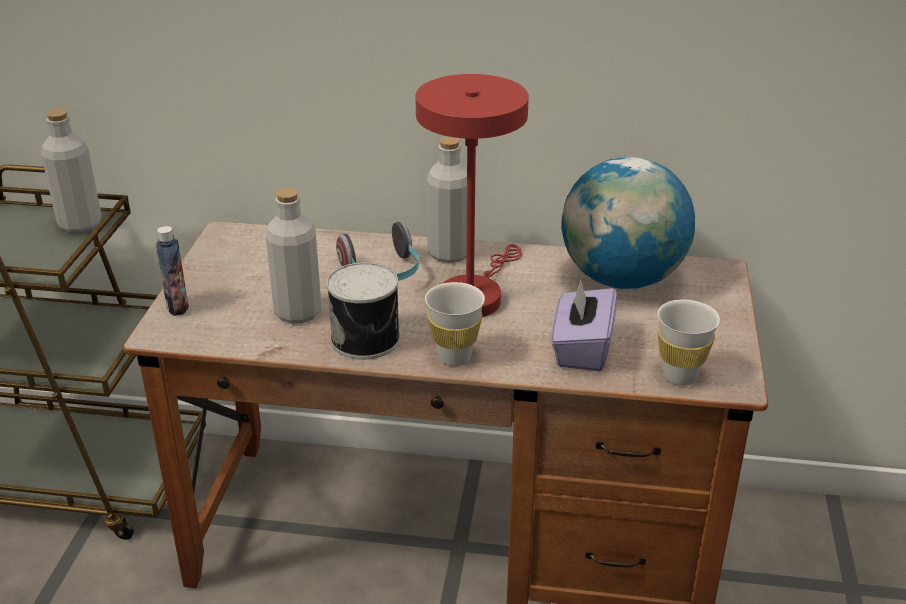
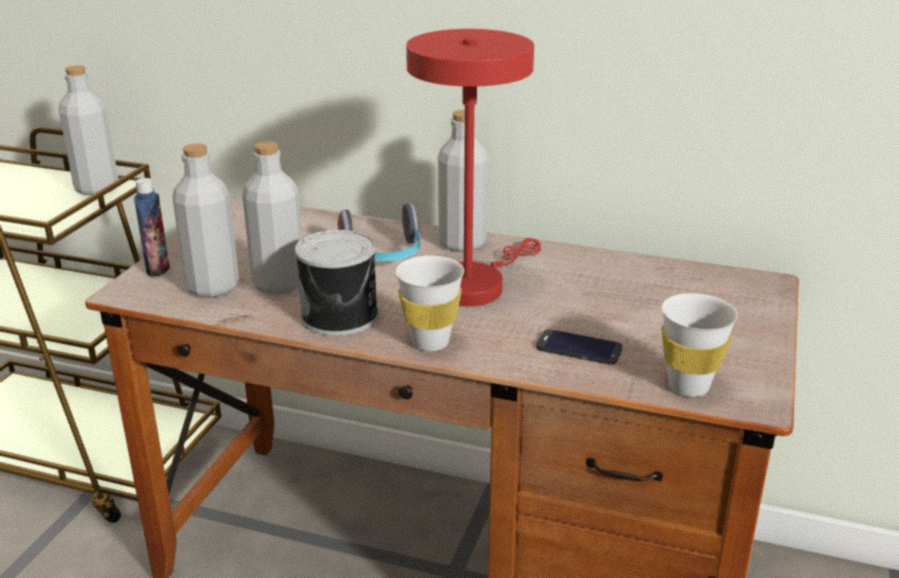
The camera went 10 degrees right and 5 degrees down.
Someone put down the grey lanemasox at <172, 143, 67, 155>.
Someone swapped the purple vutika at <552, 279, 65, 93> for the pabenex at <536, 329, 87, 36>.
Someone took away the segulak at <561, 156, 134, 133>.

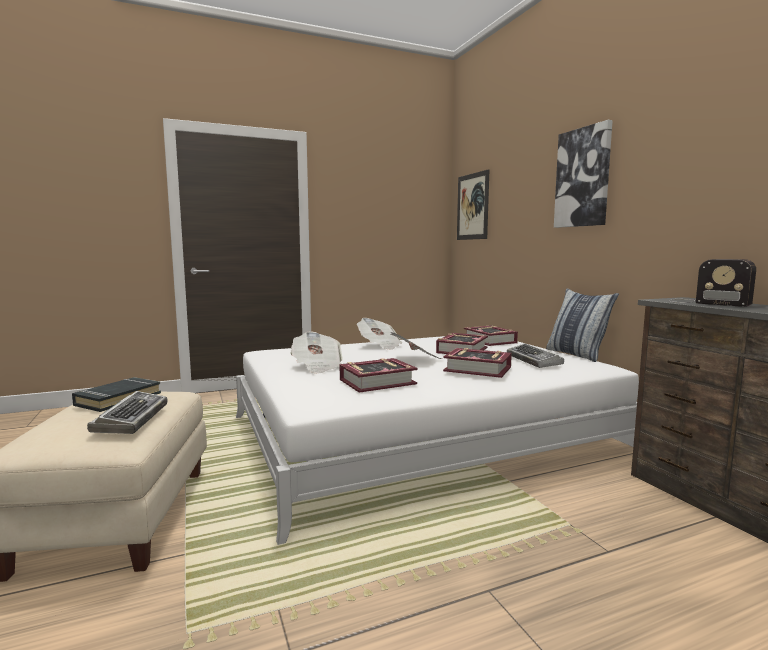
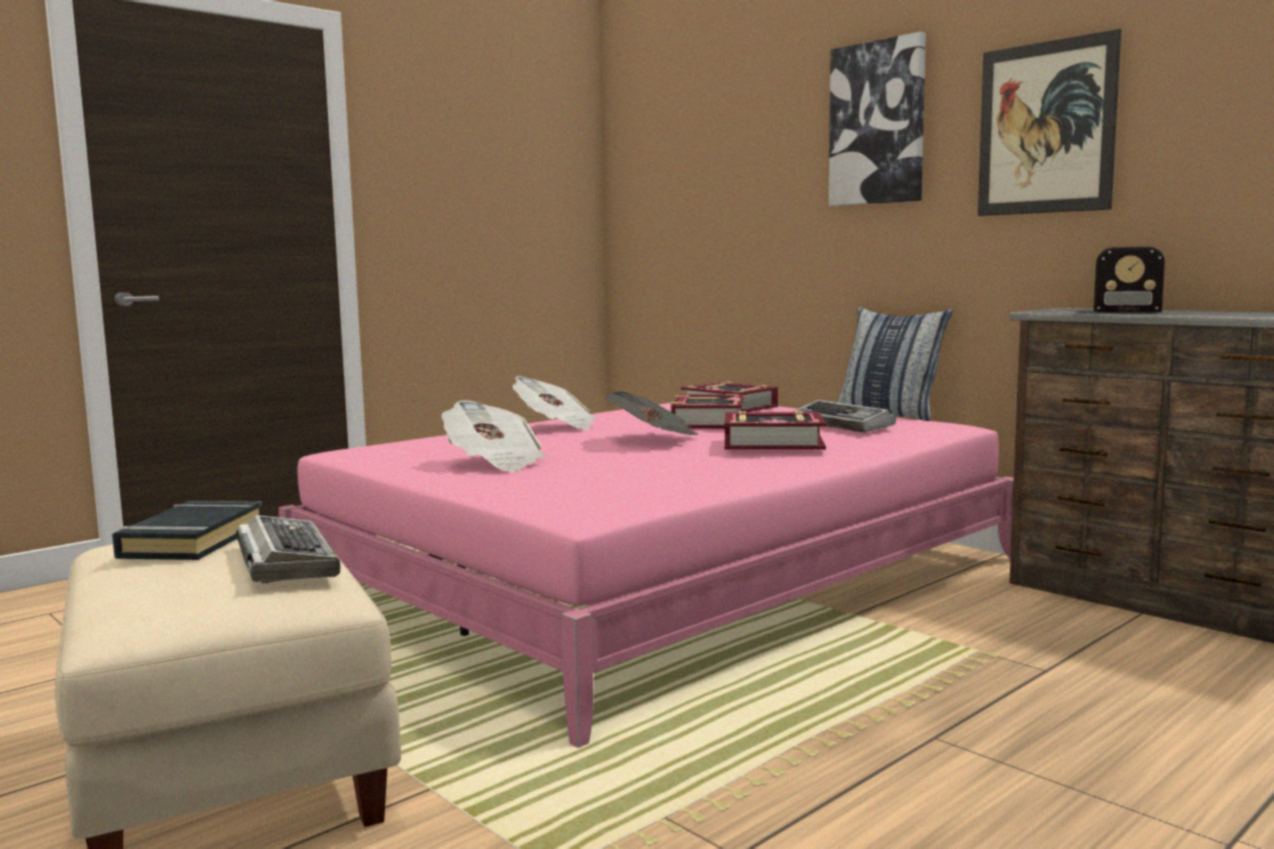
The camera went 20 degrees left and 0 degrees up.
Someone repainted the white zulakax at <236, 336, 403, 209>, which became the pink zulakax at <279, 403, 735, 345>.
Someone carried the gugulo from <457, 169, 33, 71> to <978, 29, 143, 187>.
Someone took away the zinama at <340, 358, 77, 35>.

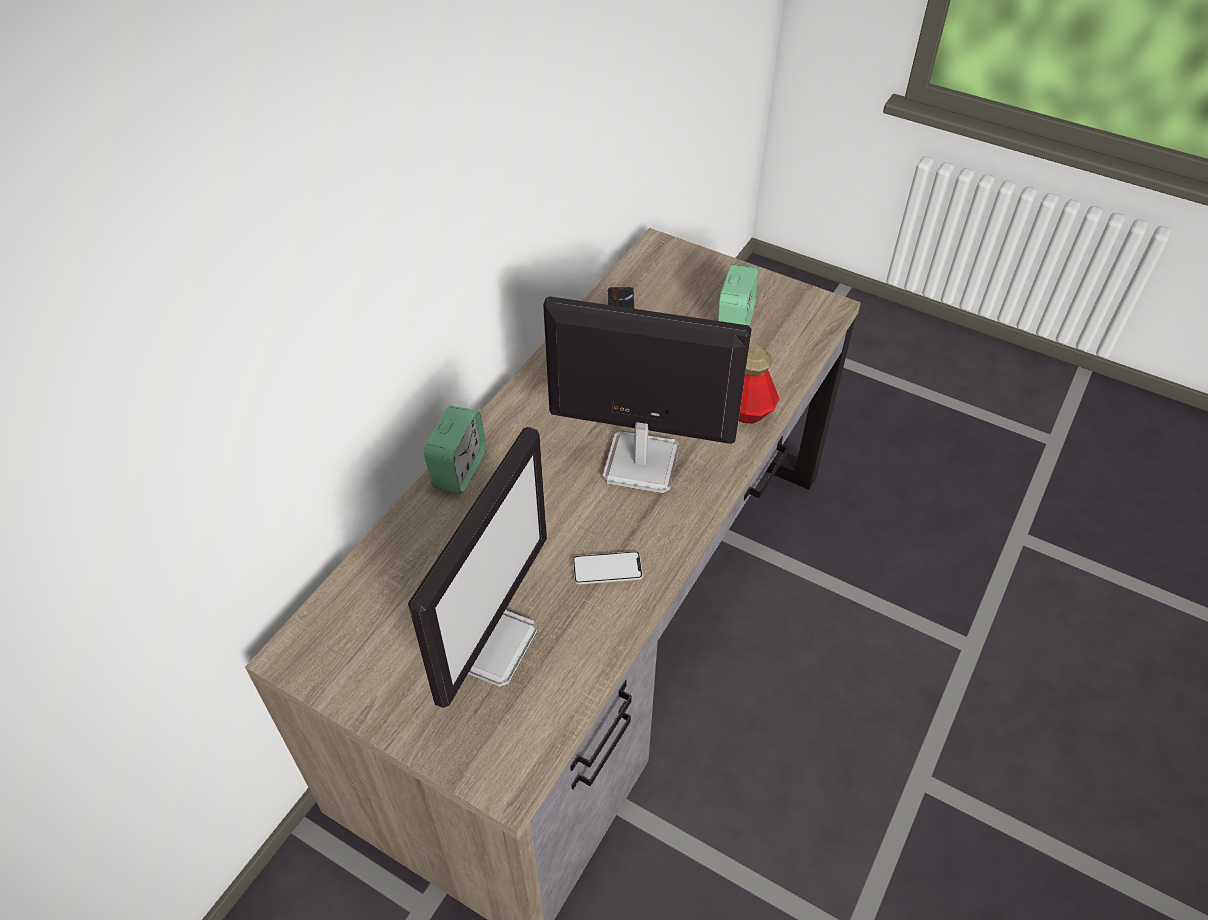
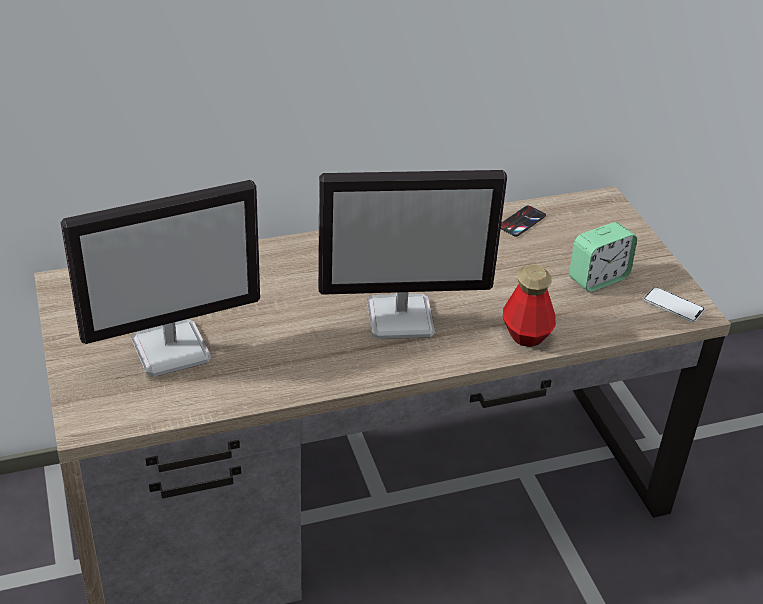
The camera went 40 degrees right and 10 degrees down.
Someone rotated the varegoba at <543, 296, 209, 197> by 120 degrees clockwise.
Someone carried the pabenex from <572, 551, 71, 33> to <643, 287, 62, 35>.
Someone took away the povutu at <424, 406, 62, 87>.

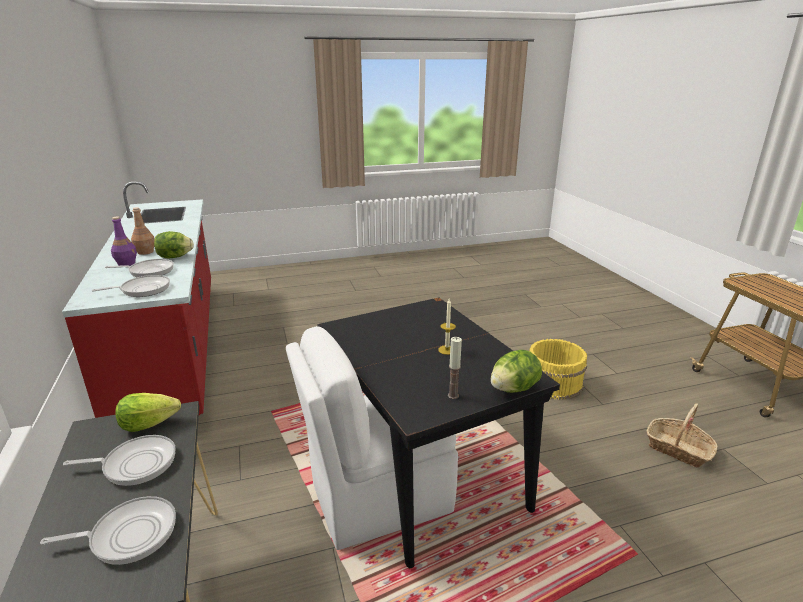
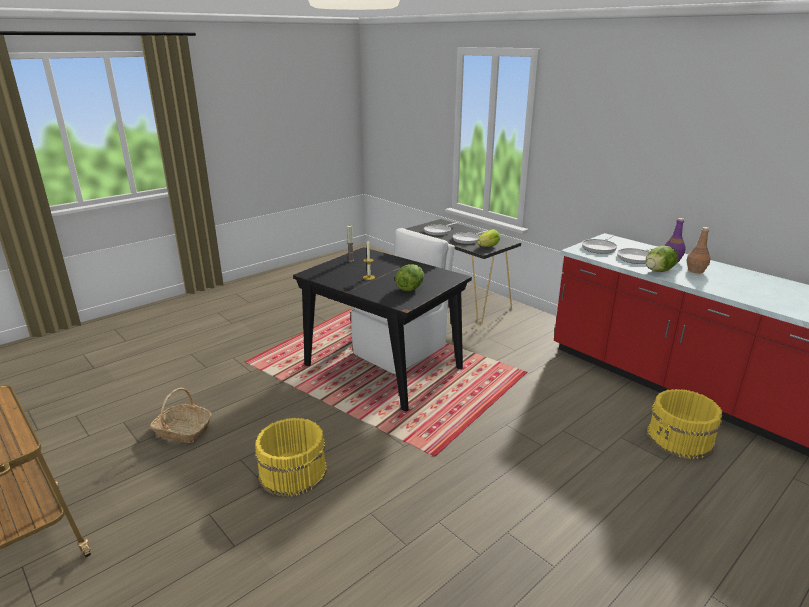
The camera went 155 degrees right and 0 degrees up.
Someone carried the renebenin from <491, 350, 51, 43> to <395, 264, 29, 27>.
Someone put down the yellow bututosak at <647, 389, 75, 70>.

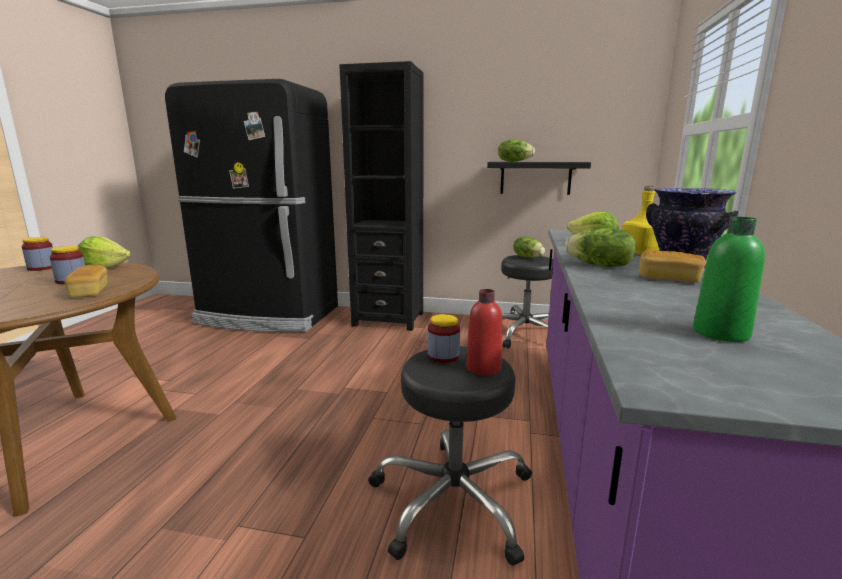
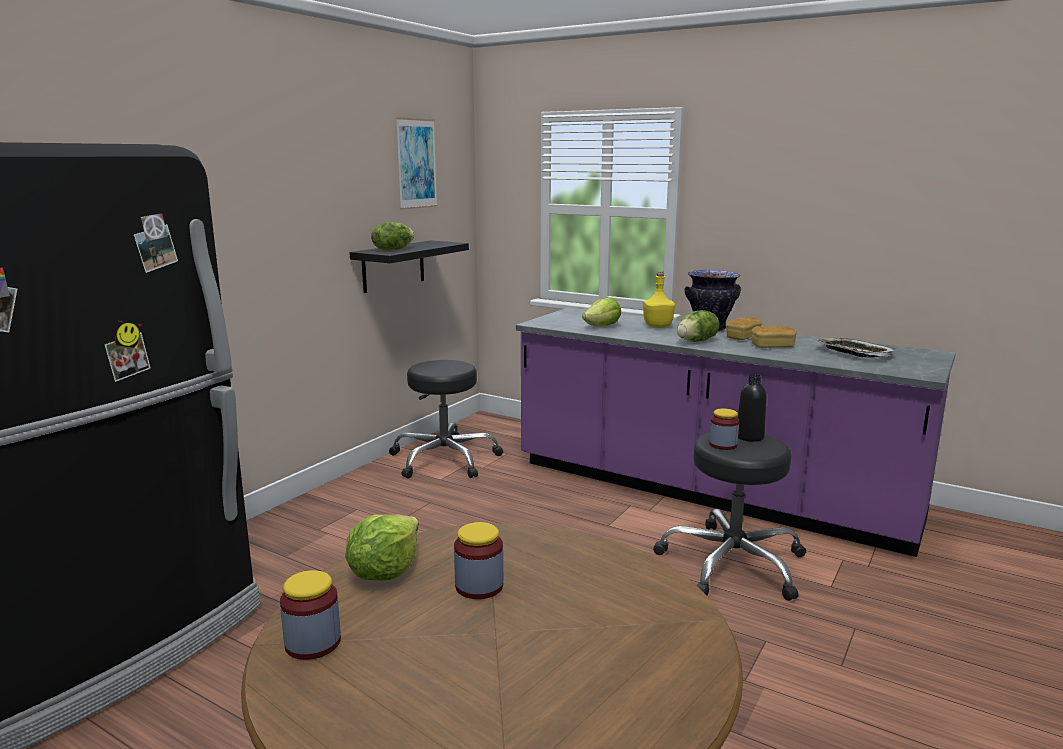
The camera went 70 degrees left and 0 degrees up.
Someone put up the gugulo at <396, 117, 42, 93>.
Someone repainted the red lanemasox at <466, 289, 36, 86>, which became the black lanemasox at <738, 374, 29, 68>.
Someone carried the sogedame from <64, 265, 44, 32> to <751, 326, 45, 22>.
Someone swapped the green lanemasox at <693, 217, 72, 125> for the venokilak at <816, 338, 81, 20>.
Someone took away the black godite at <339, 61, 85, 270>.
Someone took away the renebenin at <513, 237, 32, 21>.

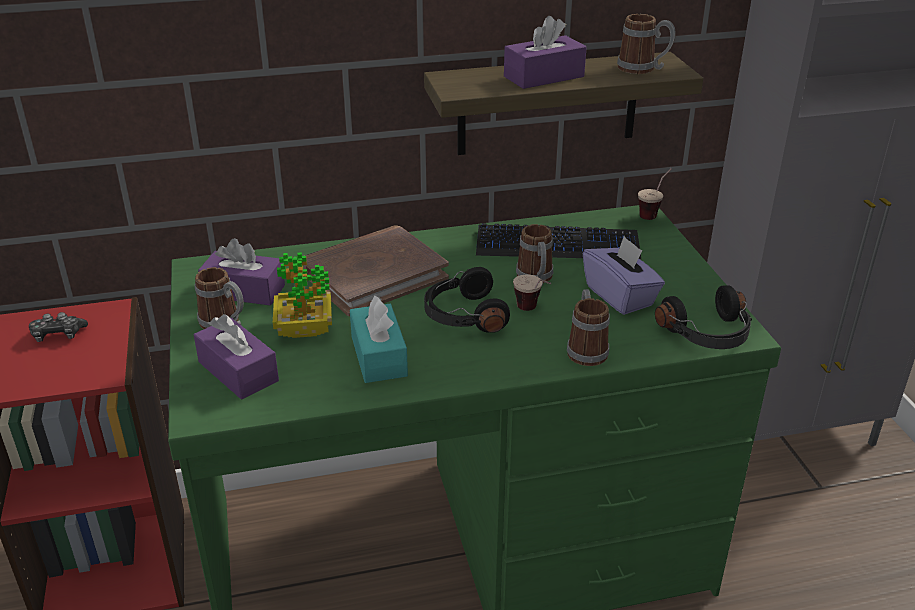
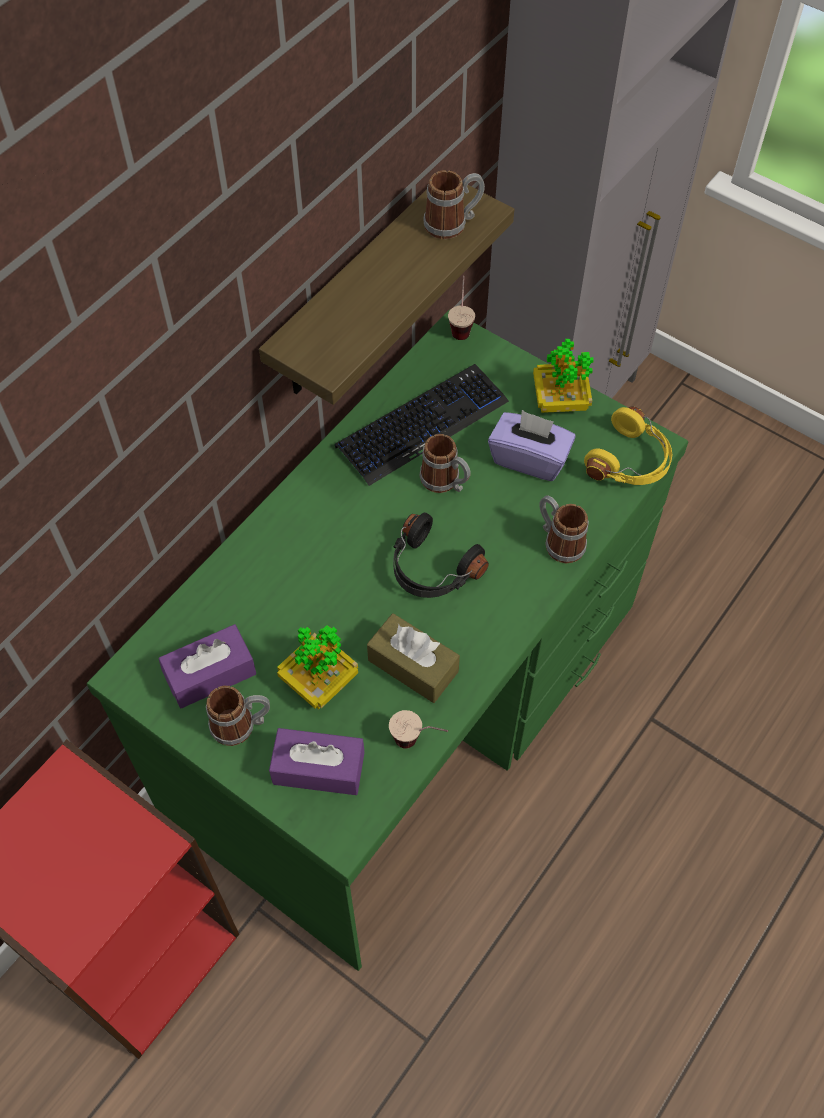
The camera went 40 degrees left and 25 degrees up.
Someone repainted the turquoise vutika at <350, 296, 58, 87>, which became the brown vutika at <367, 613, 93, 90>.
Someone carried the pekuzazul from <513, 274, 38, 37> to <389, 710, 59, 38>.
Someone put down the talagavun at <533, 339, 61, 74>.
Someone repainted the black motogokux at <655, 285, 97, 64>, which became the yellow motogokux at <584, 406, 88, 79>.
Someone took away the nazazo at <29, 312, 59, 30>.
Someone took away the brown zinama at <303, 226, 146, 90>.
Someone took away the purple vutika at <504, 16, 83, 73>.

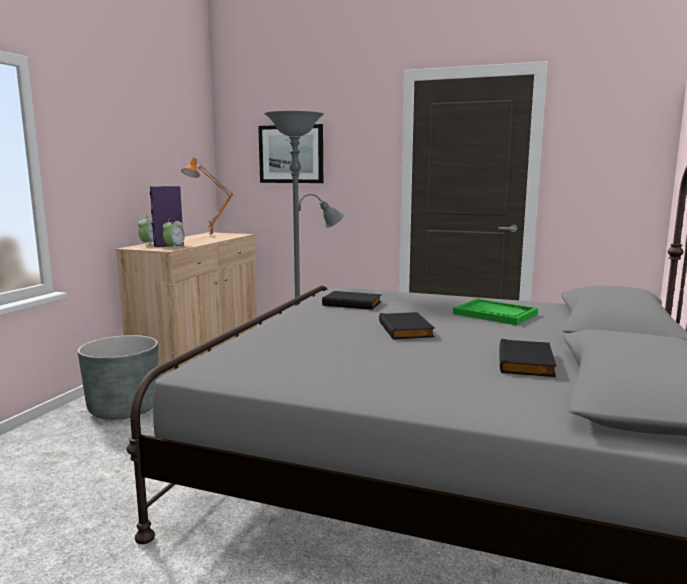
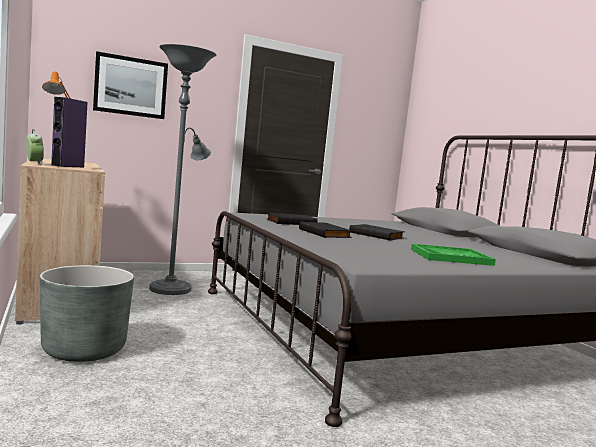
The camera went 45 degrees left and 5 degrees down.
Someone carried the black zinama from <499, 339, 57, 38> to <299, 221, 53, 17>.
Someone carried the green venokilak from <453, 299, 85, 26> to <411, 244, 85, 22>.
Someone took away the povutu at <163, 218, 22, 31>.

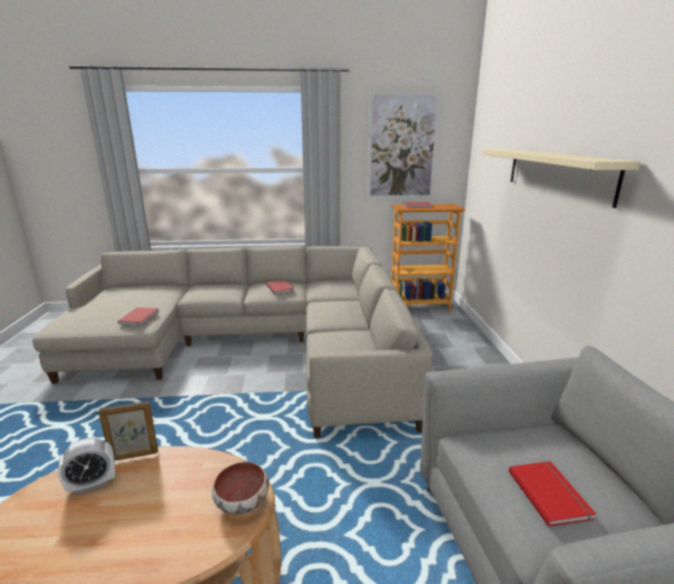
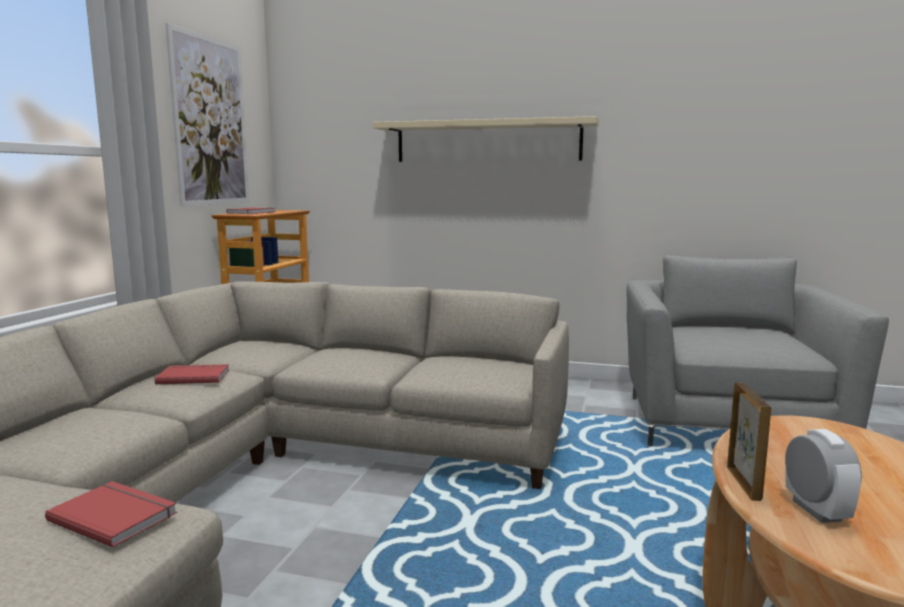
The camera went 70 degrees left and 10 degrees down.
Someone took away the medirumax at <212, 462, 57, 52>.
Someone took away the red zinama at <509, 461, 87, 66>.

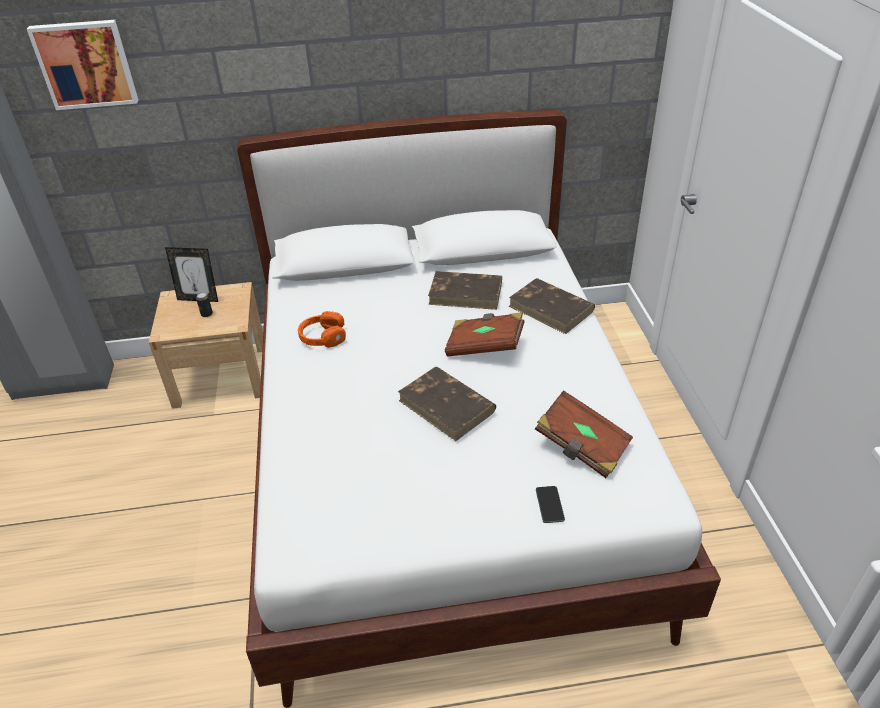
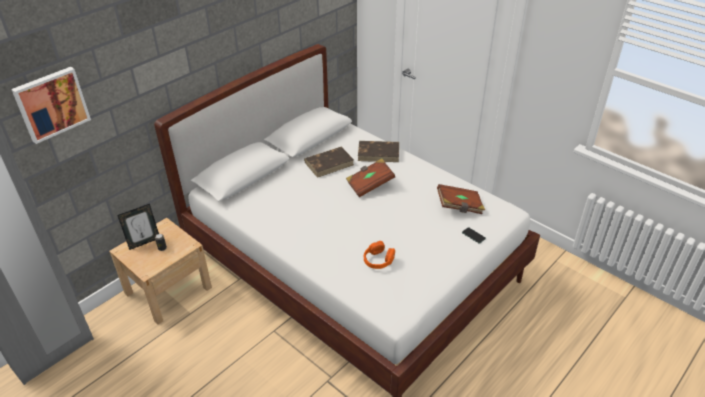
The camera went 40 degrees left and 0 degrees up.
Someone carried the orange motogokux from <298, 311, 48, 37> to <364, 241, 31, 28>.
Someone took away the brown zinama at <398, 367, 98, 74>.

